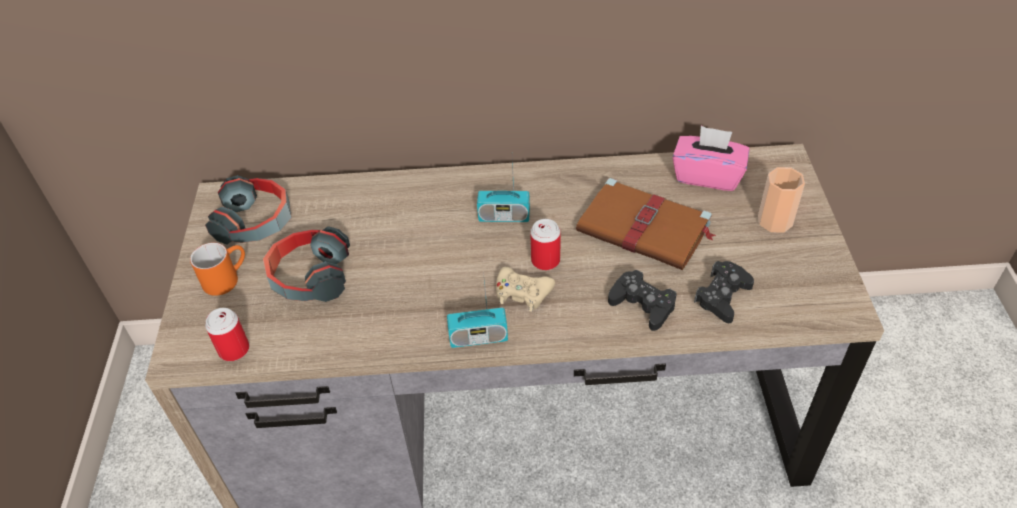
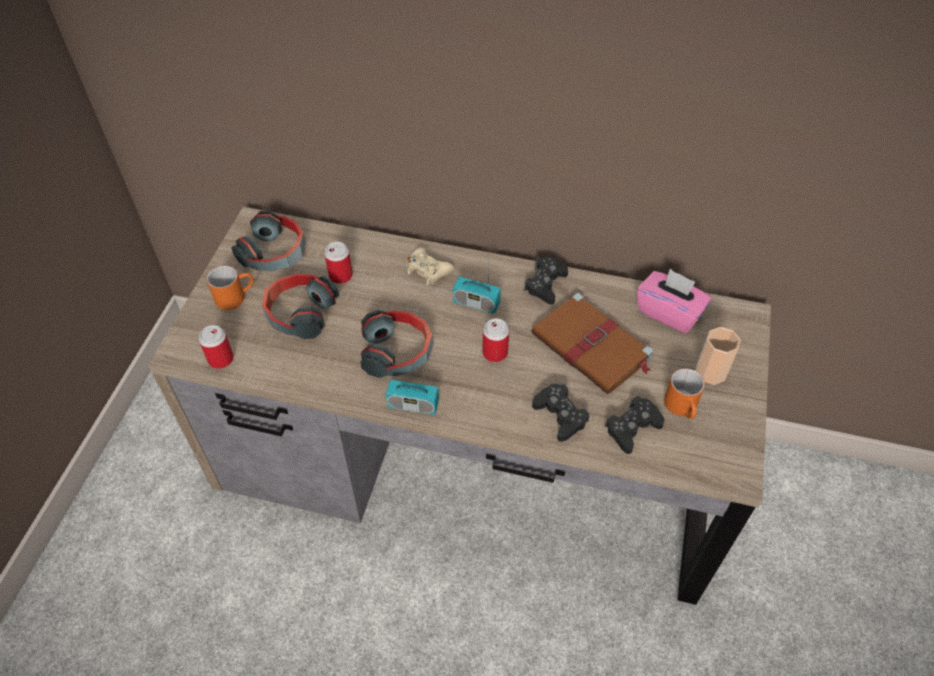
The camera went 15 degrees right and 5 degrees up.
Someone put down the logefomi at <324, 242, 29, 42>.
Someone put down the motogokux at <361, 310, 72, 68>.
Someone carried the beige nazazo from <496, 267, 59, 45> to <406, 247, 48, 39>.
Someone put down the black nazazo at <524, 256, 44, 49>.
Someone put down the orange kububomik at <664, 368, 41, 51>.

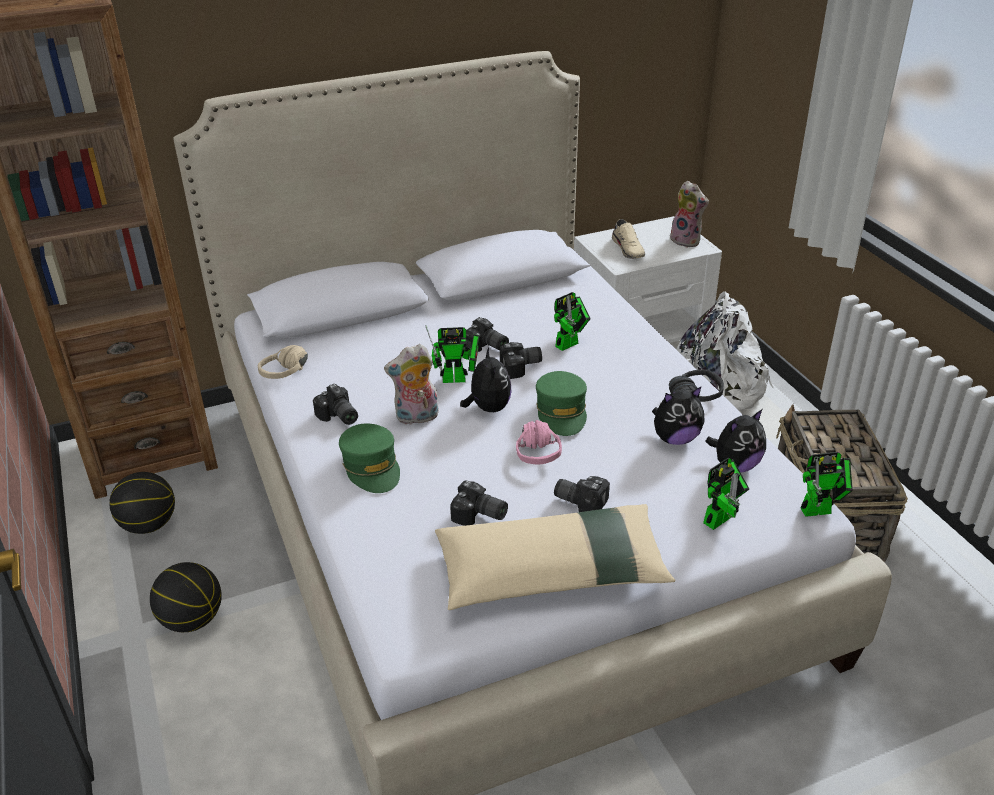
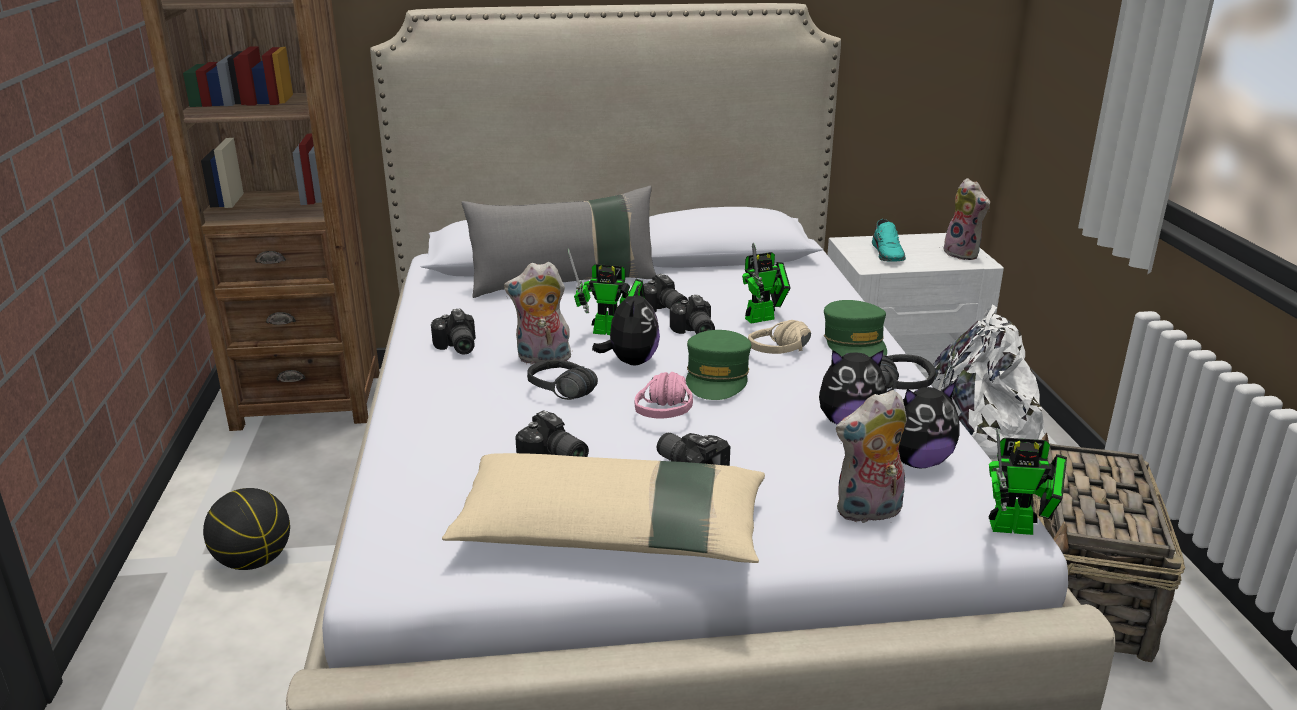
The camera went 15 degrees right and 10 degrees down.
Someone put down the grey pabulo at <461, 186, 195, 112>.
Someone put down the black motogokux at <527, 360, 71, 40>.
Someone rotated the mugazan at <500, 342, 42, 37> by 75 degrees clockwise.
Someone carried the beige motogokux from <258, 345, 50, 34> to <748, 320, 63, 34>.
Someone carried the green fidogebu from <339, 423, 61, 70> to <824, 300, 63, 57>.
Someone swapped the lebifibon at <703, 458, 46, 72> for the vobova at <836, 390, 71, 133>.
Someone repainted the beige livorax at <612, 219, 33, 40>, which became the turquoise livorax at <872, 219, 34, 43>.
Someone took away the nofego at <109, 472, 66, 62>.

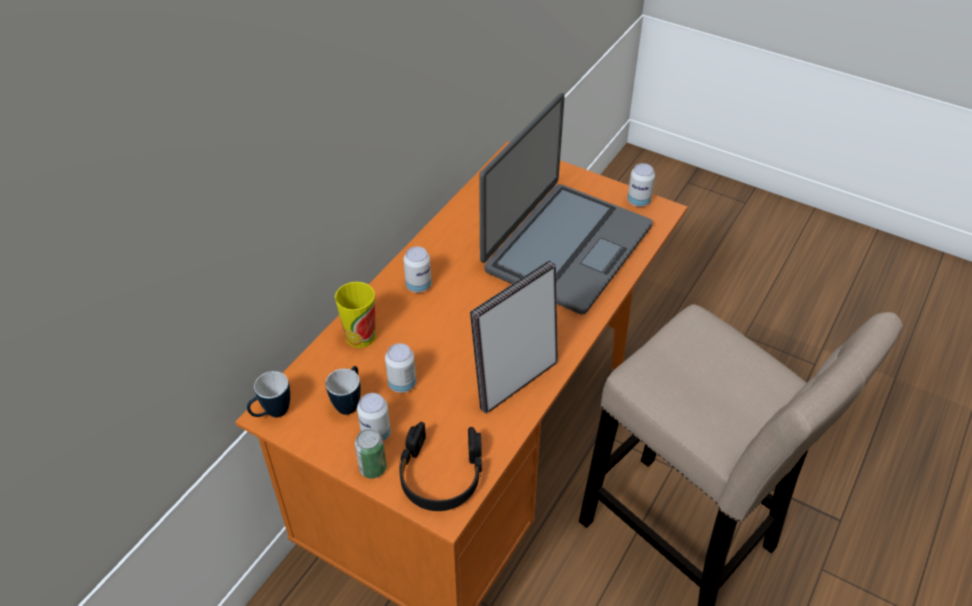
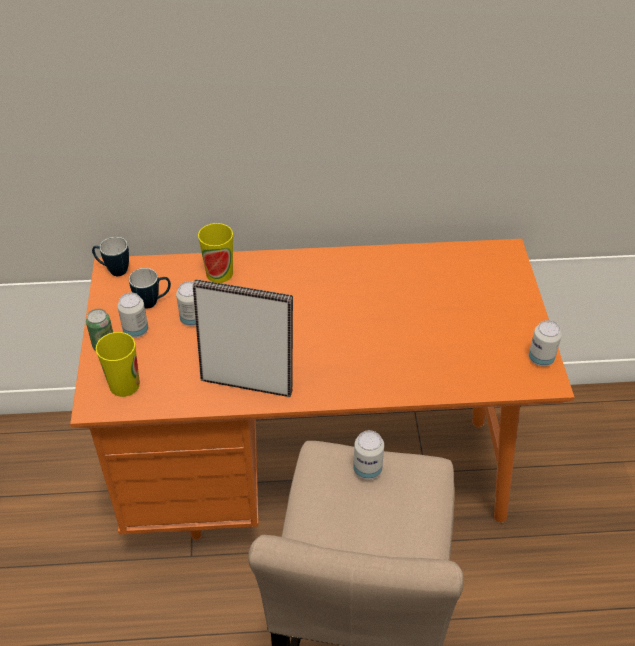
The camera went 55 degrees right and 0 degrees up.
Someone swapped the black motogokux at <399, 422, 83, 89> for the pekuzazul at <96, 332, 44, 65>.
Someone carried the logefomi from <403, 246, 28, 47> to <353, 430, 31, 50>.
Someone took away the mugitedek at <479, 93, 174, 222>.

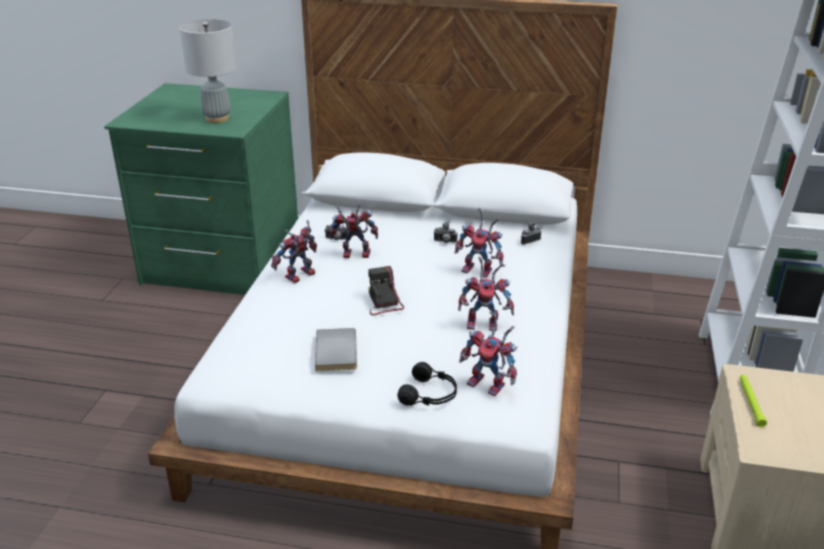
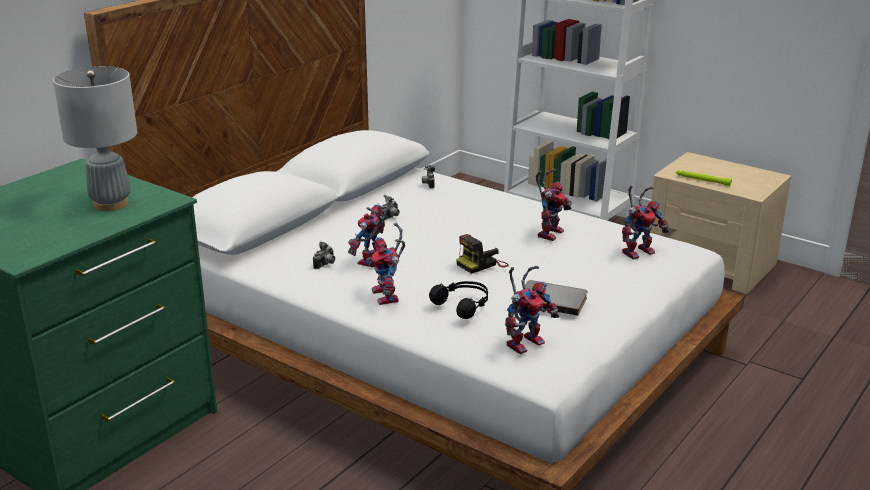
The camera went 65 degrees left and 5 degrees down.
Someone carried the black motogokux from <397, 362, 60, 44> to <429, 281, 59, 38>.
Someone rotated the mugazan at <368, 266, 36, 50> by 45 degrees counterclockwise.
Someone carried the lebifibon from <454, 207, 50, 71> to <505, 266, 54, 89>.

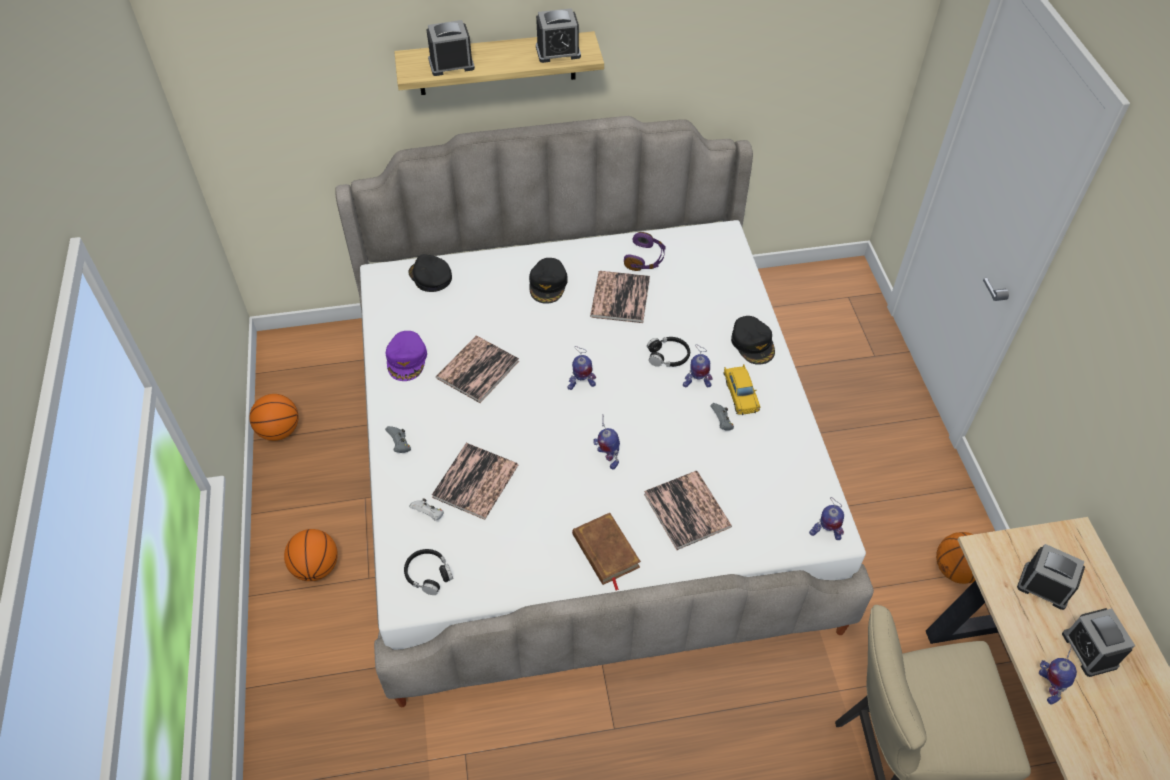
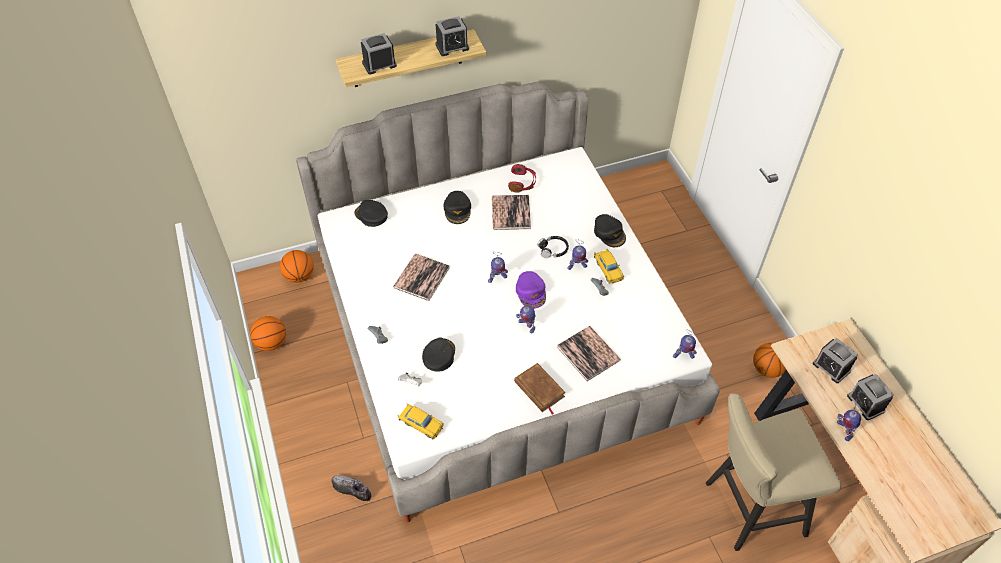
The camera went 10 degrees left and 0 degrees up.
Someone carried the nofego from <284, 529, 54, 52> to <280, 250, 34, 33>.
Someone put down the livorax at <332, 475, 39, 26>.
Someone swapped the black motogokux at <404, 549, 49, 46> for the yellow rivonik at <398, 404, 46, 35>.
Someone swapped the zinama at <432, 443, 86, 77> for the black fidogebu at <422, 337, 33, 35>.
Someone repainted the purple motogokux at <624, 232, 42, 39>, which became the red motogokux at <508, 164, 28, 29>.
Someone carried the purple fidogebu from <386, 331, 41, 50> to <516, 271, 30, 38>.
Someone rotated the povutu at <1017, 544, 68, 66> by 150 degrees counterclockwise.

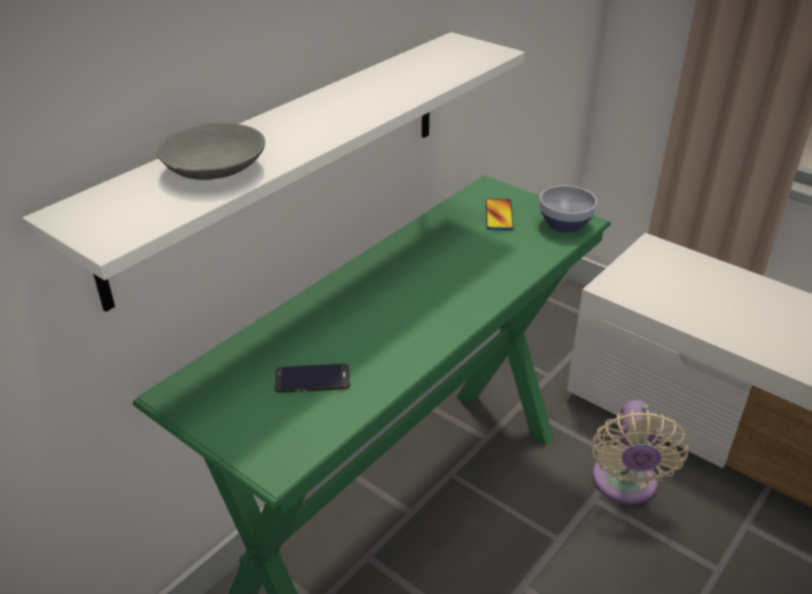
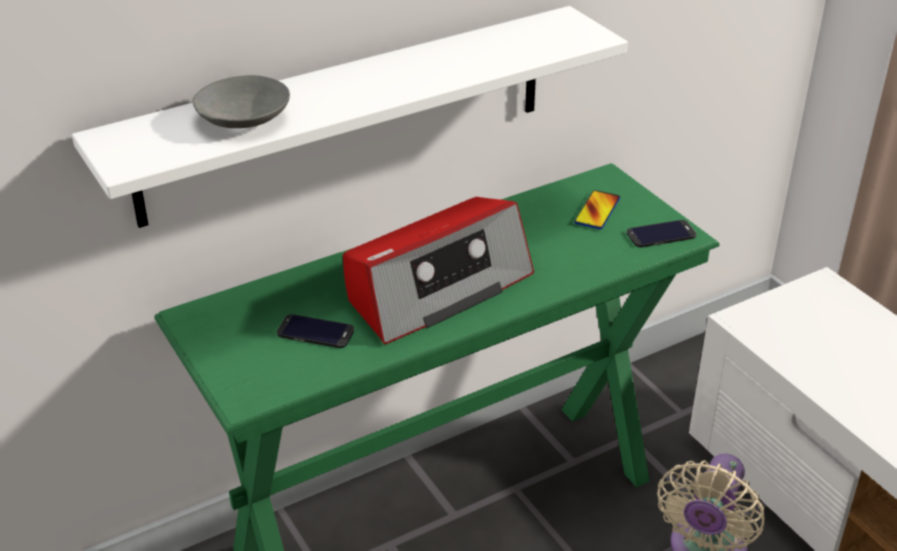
The camera went 20 degrees right and 0 degrees up.
Someone put down the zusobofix at <343, 197, 191, 147>.
Someone swapped the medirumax at <539, 185, 58, 48> for the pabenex at <627, 220, 69, 28>.

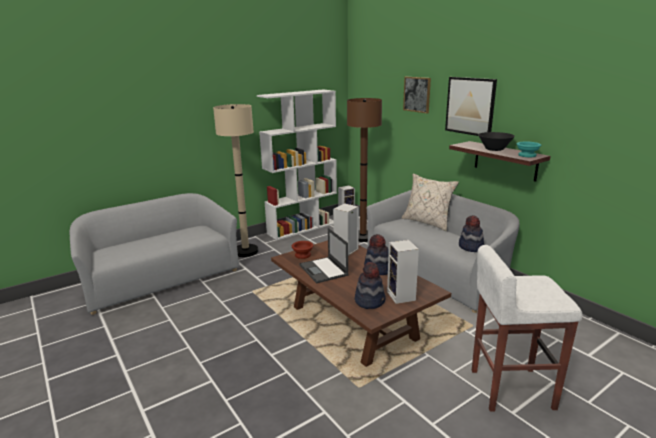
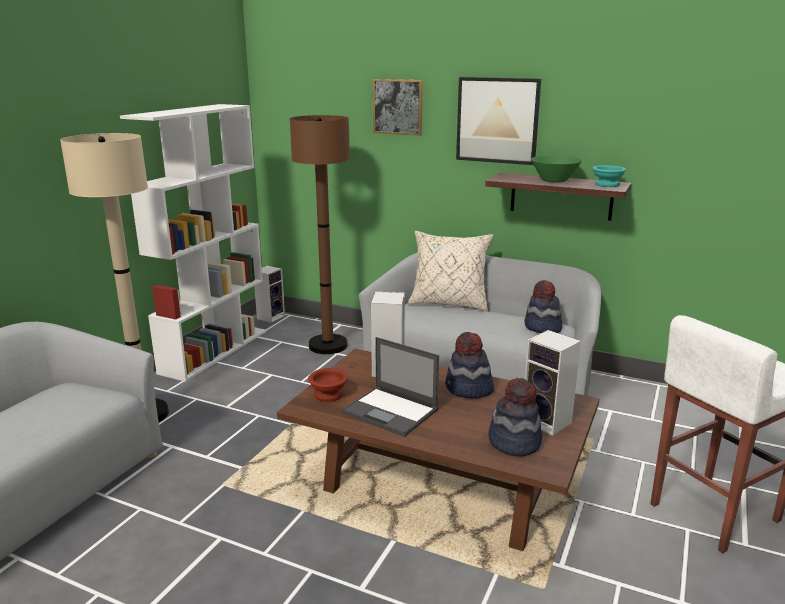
The camera went 30 degrees left and 0 degrees up.
Someone repainted the black medirumax at <478, 132, 37, 19>, which became the green medirumax at <531, 156, 51, 27>.

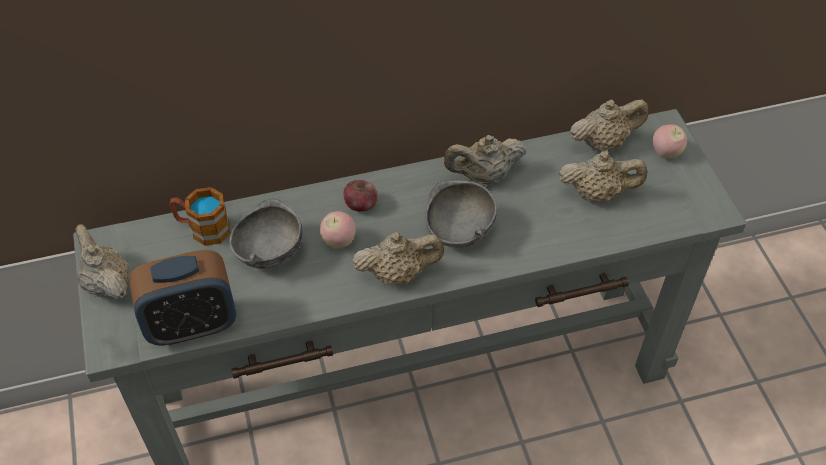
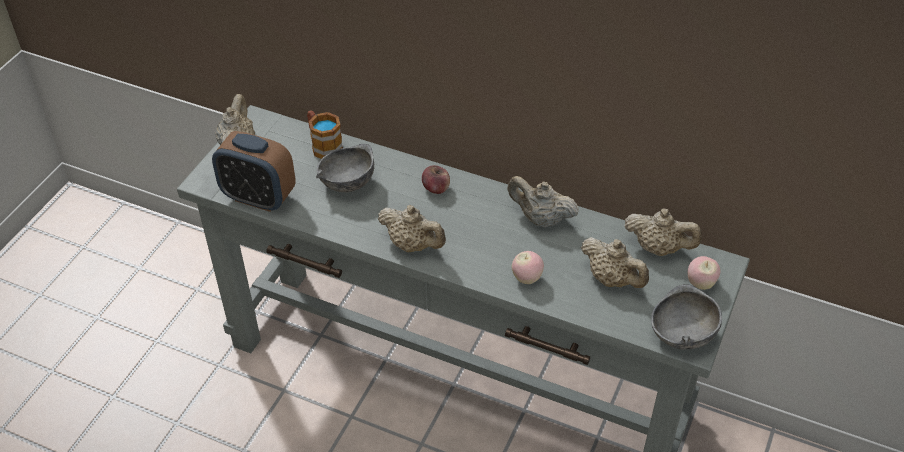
The camera went 40 degrees right and 5 degrees down.
Someone carried the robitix from <320, 211, 36, 37> to <512, 251, 32, 33>.
Someone carried the grey medirumax from <426, 180, 71, 67> to <651, 284, 71, 66>.

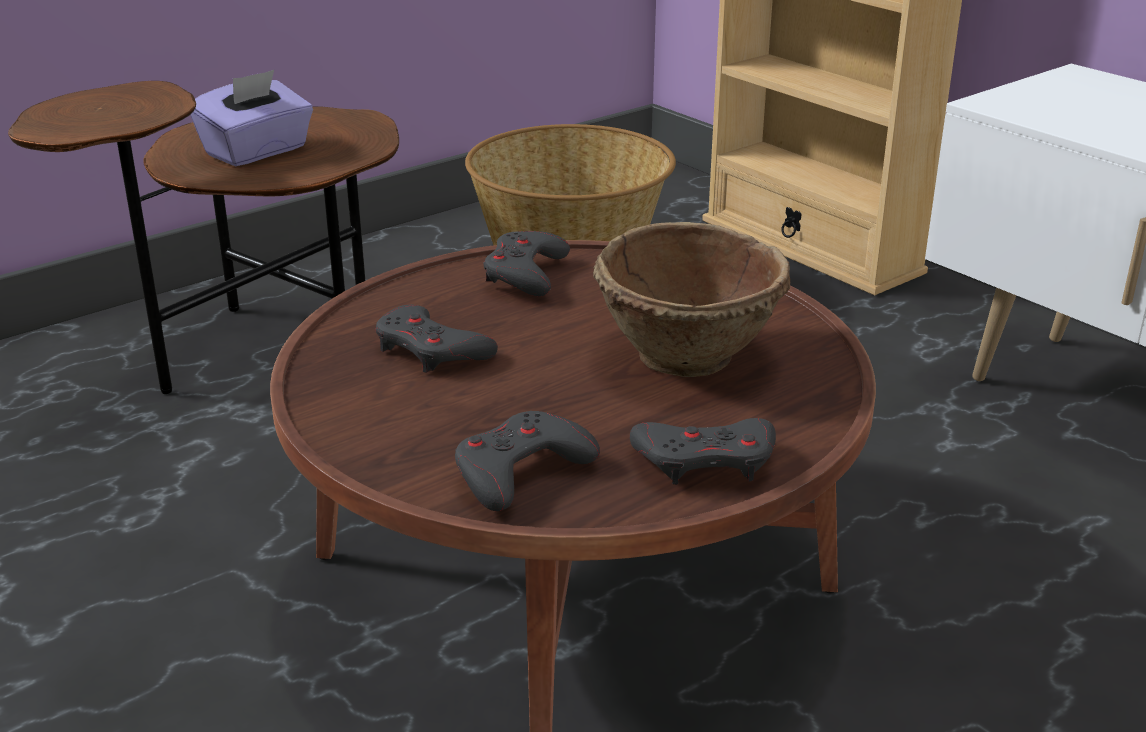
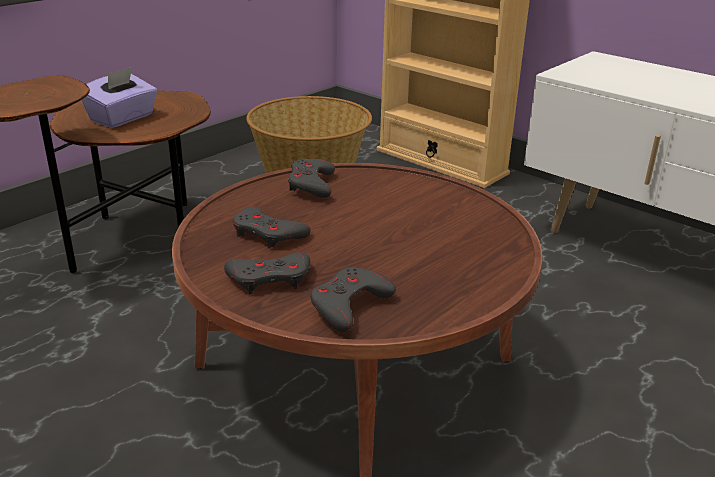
The camera went 10 degrees left and 0 degrees up.
Someone carried the grey nazazo from <630, 418, 146, 67> to <224, 252, 86, 42>.
Someone took away the brown medirumax at <593, 222, 198, 155>.

